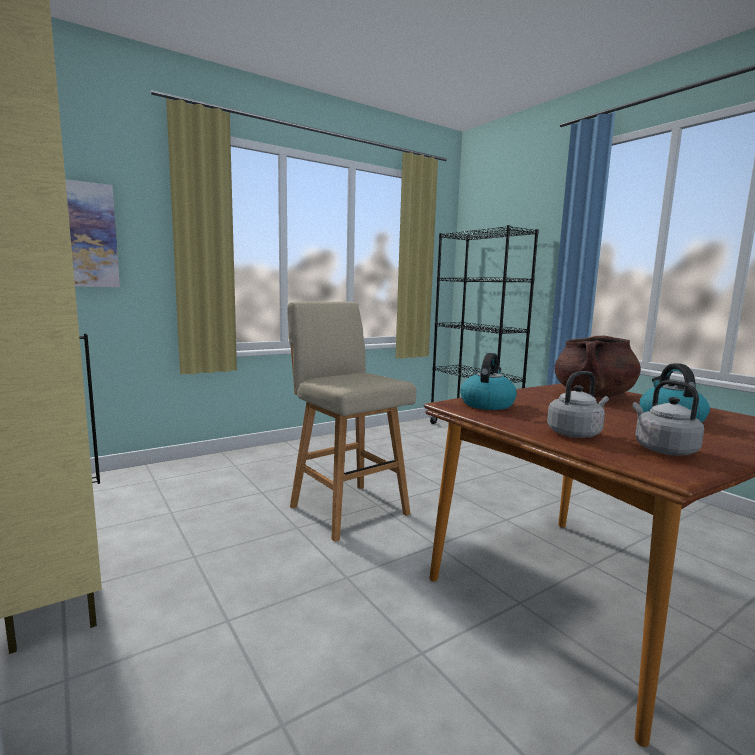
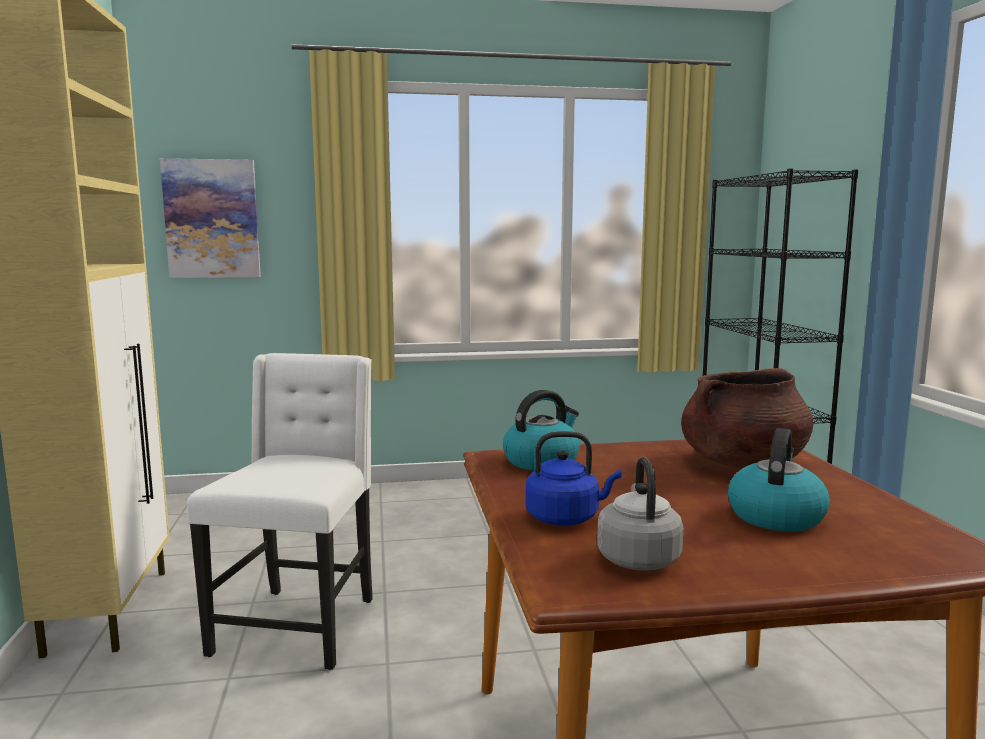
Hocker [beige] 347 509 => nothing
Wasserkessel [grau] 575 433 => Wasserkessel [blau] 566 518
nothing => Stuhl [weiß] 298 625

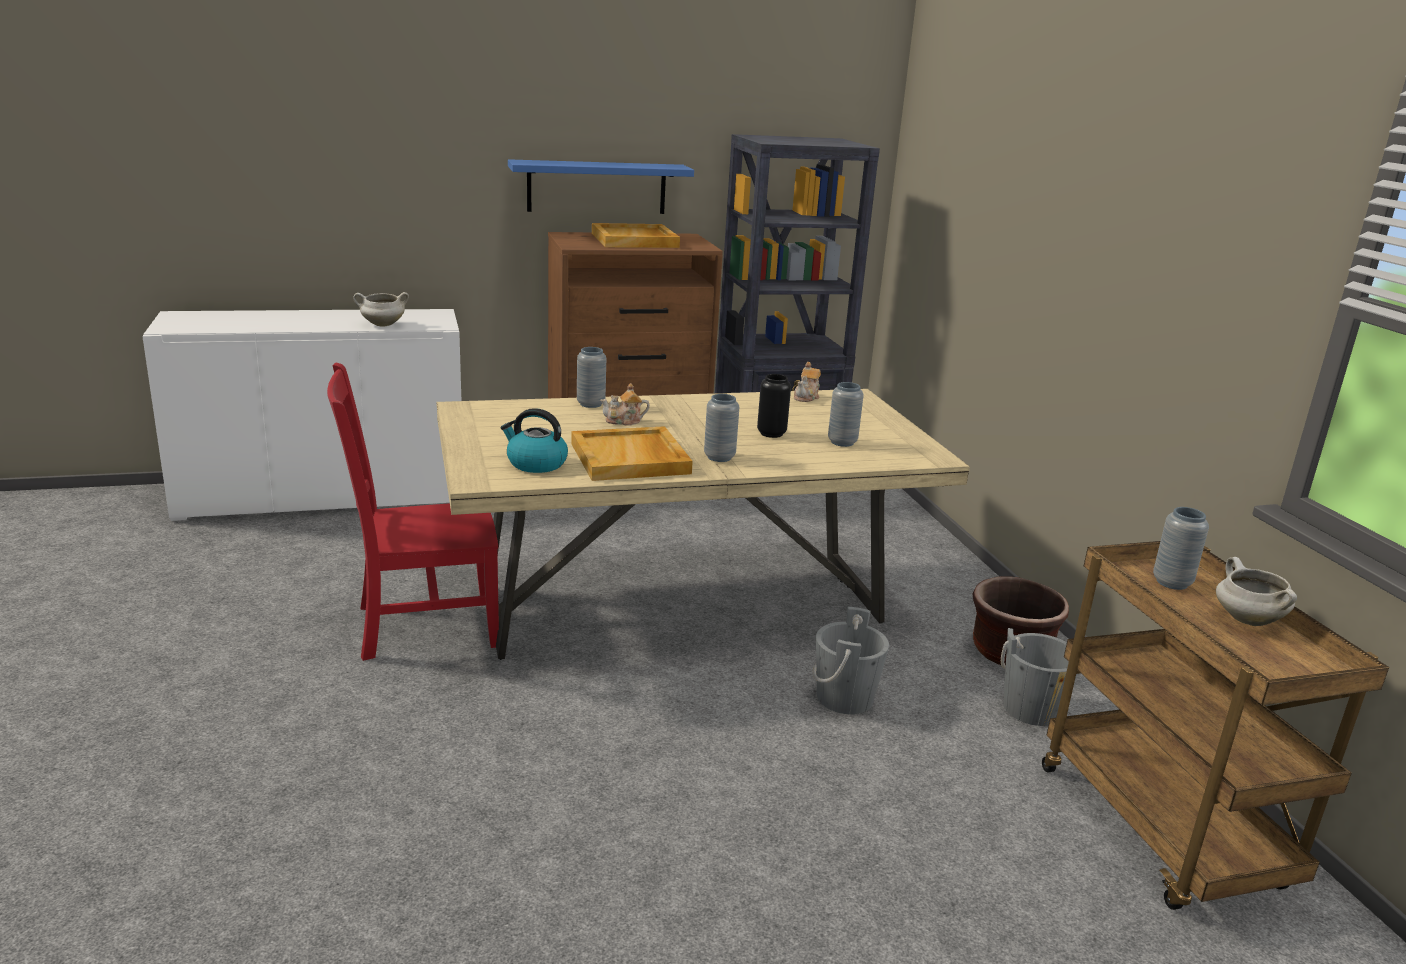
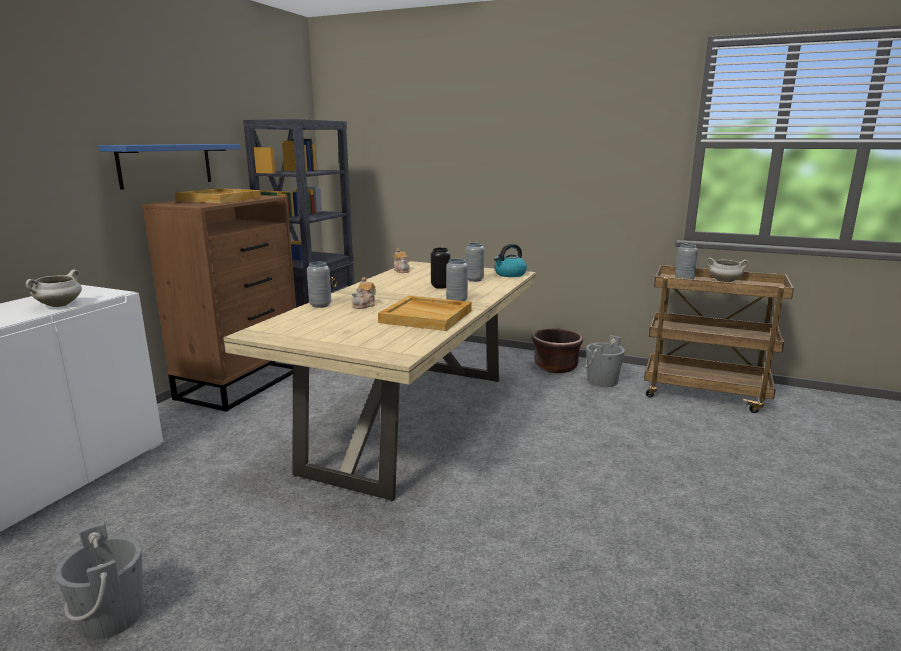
Stuhl [rot] 422 626 => nothing
Wasserkessel 535 464 => Wasserkessel 509 274, shifted
Eimer [grau] 844 698 => Eimer [grau] 111 616, shifted

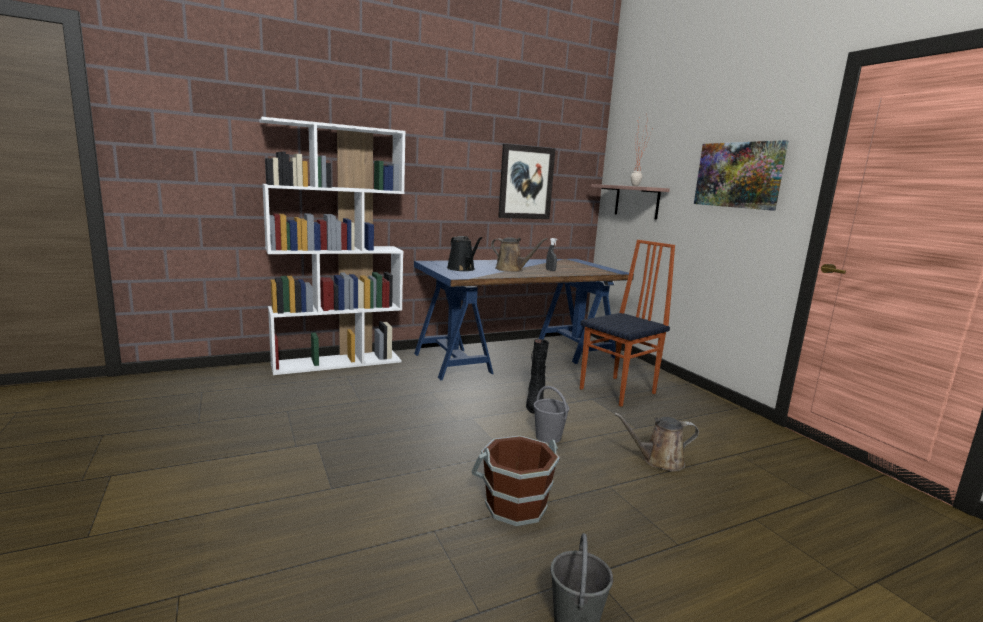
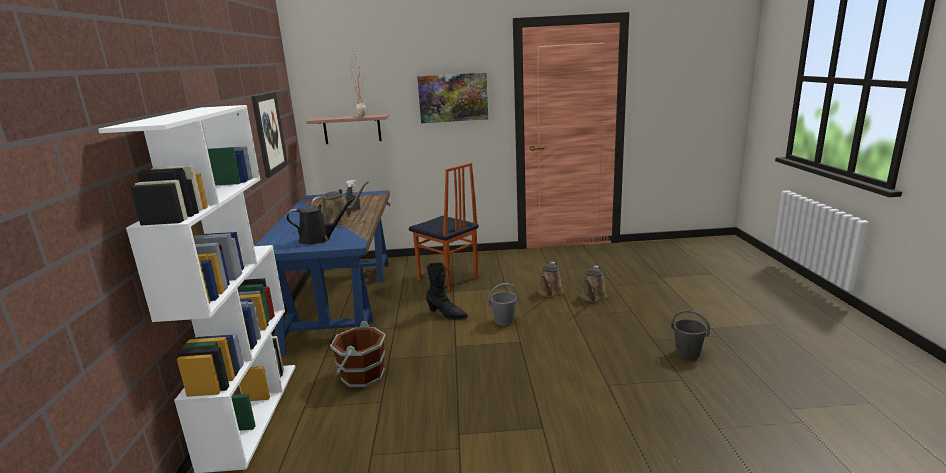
Stuhl 619 391 => Stuhl 447 279, 150 degrees clockwise
Eimer [braun] 515 505 => Eimer [braun] 362 375, shifted
nothing => Gießkanne [braun] 593 297

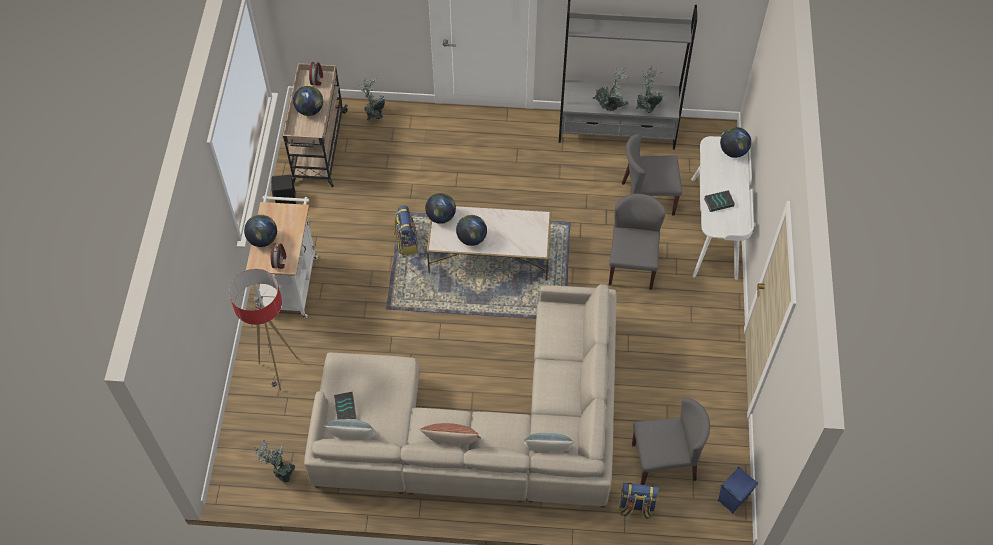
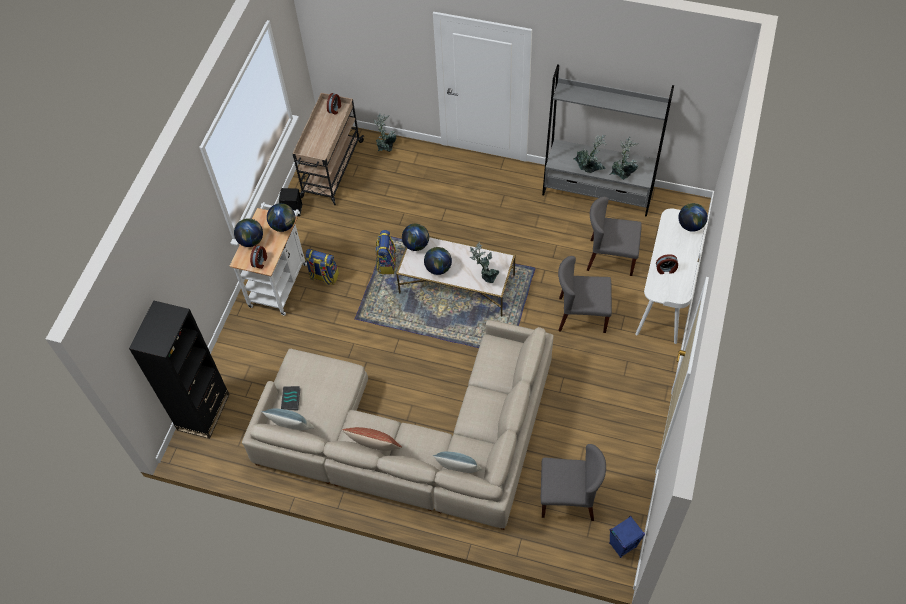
Globus 310 110 => Globus 283 225, shifted
Buch 719 202 => Wecker 666 269
Stuhl [grau] 631 265 => Stuhl [grau] 581 315, 105 degrees counterclockwise
Stehlampe 279 371 => nothing
Topfpflanze 280 471 => Topfpflanze 485 275, shifted
Rucksack 635 508 => Rucksack 324 277, shifted
nothing => Bücherregal [schwarz] 203 412

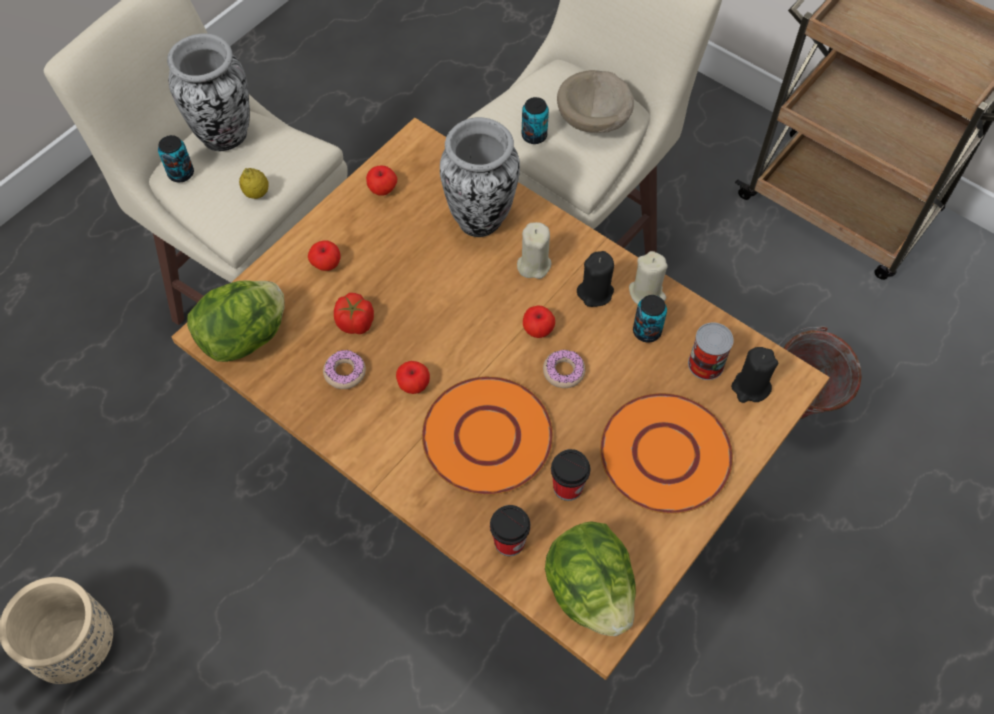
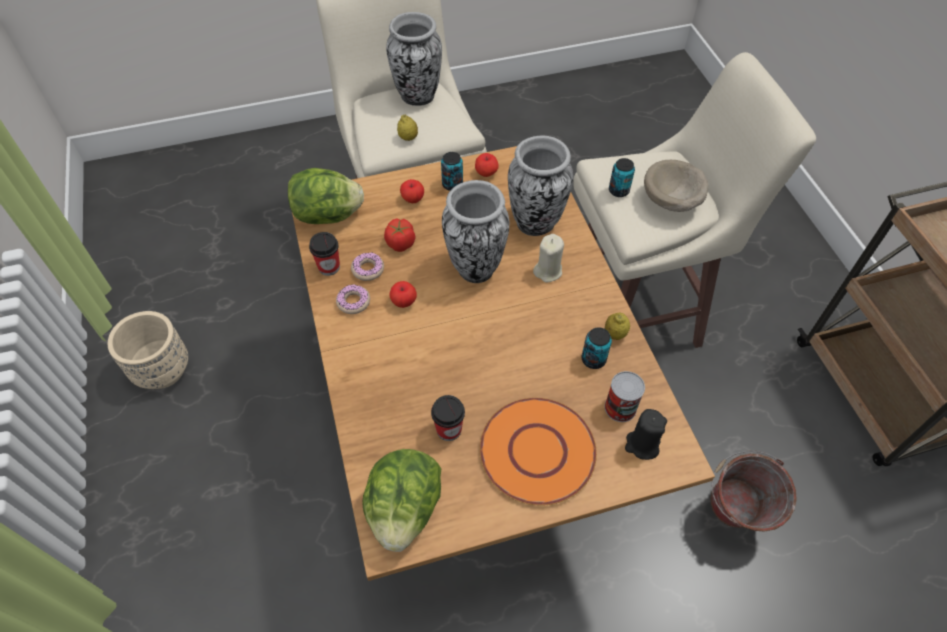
Dose 181 173 => Dose 452 184, shifted
Kerze [schwarz] 595 292 => nothing
Kerze [beige] 647 293 => Zitrone 615 334
Apfel 538 329 => nothing
Donut 563 371 => Donut 353 302, shifted
Teller [orange] 487 437 => nothing
Tasse 509 542 => Tasse 329 267, shifted
nothing => Vase 474 268

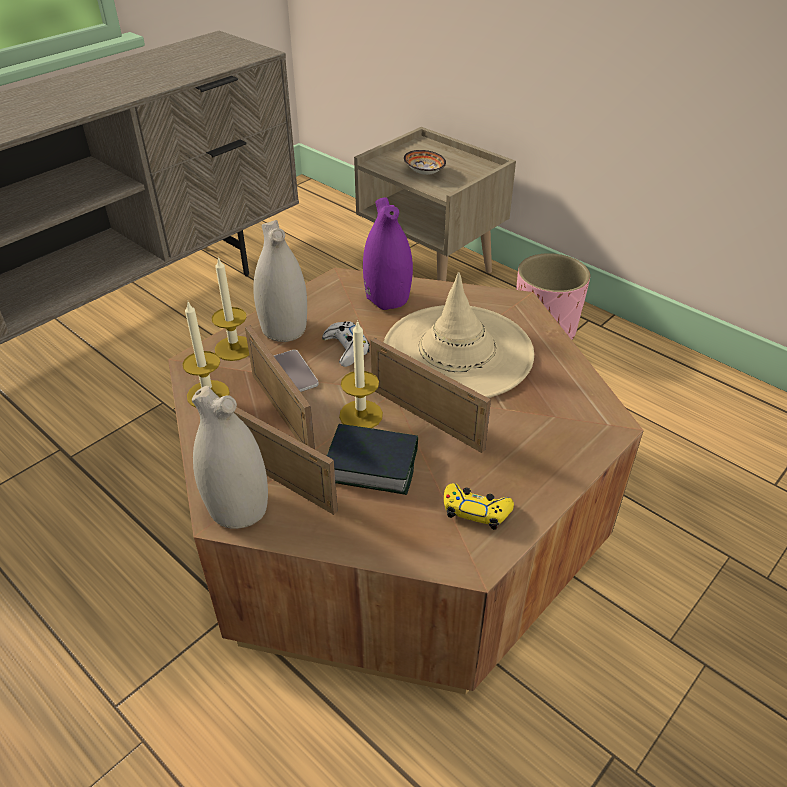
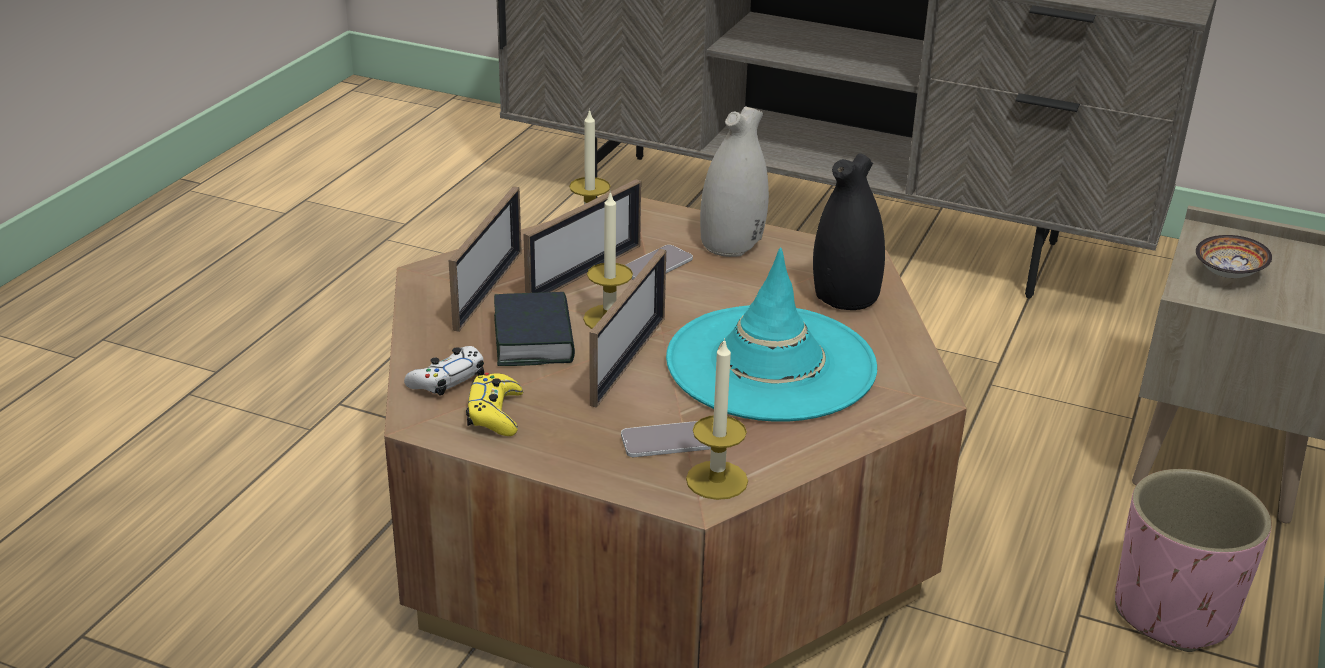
Vase [lila] 387 300 => Vase [schwarz] 844 297
Kerze 234 348 => Kerze 717 480, shifted
Hut [beige] 457 352 => Hut [türkis] 770 364
Gamepad [weiß] 346 348 => Gamepad [weiß] 447 379, shifted
Vase [weiß] 237 506 => nothing
nothing => Handy 668 441

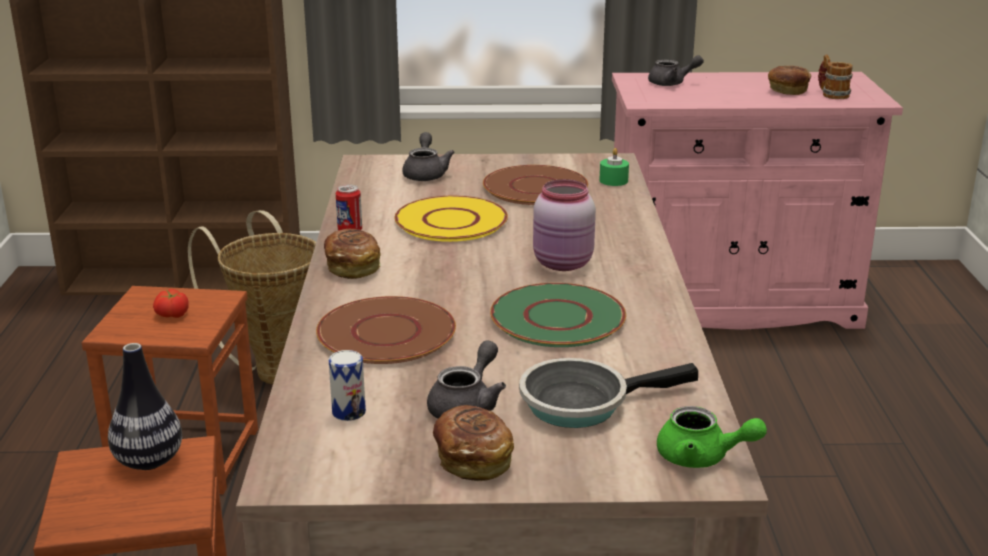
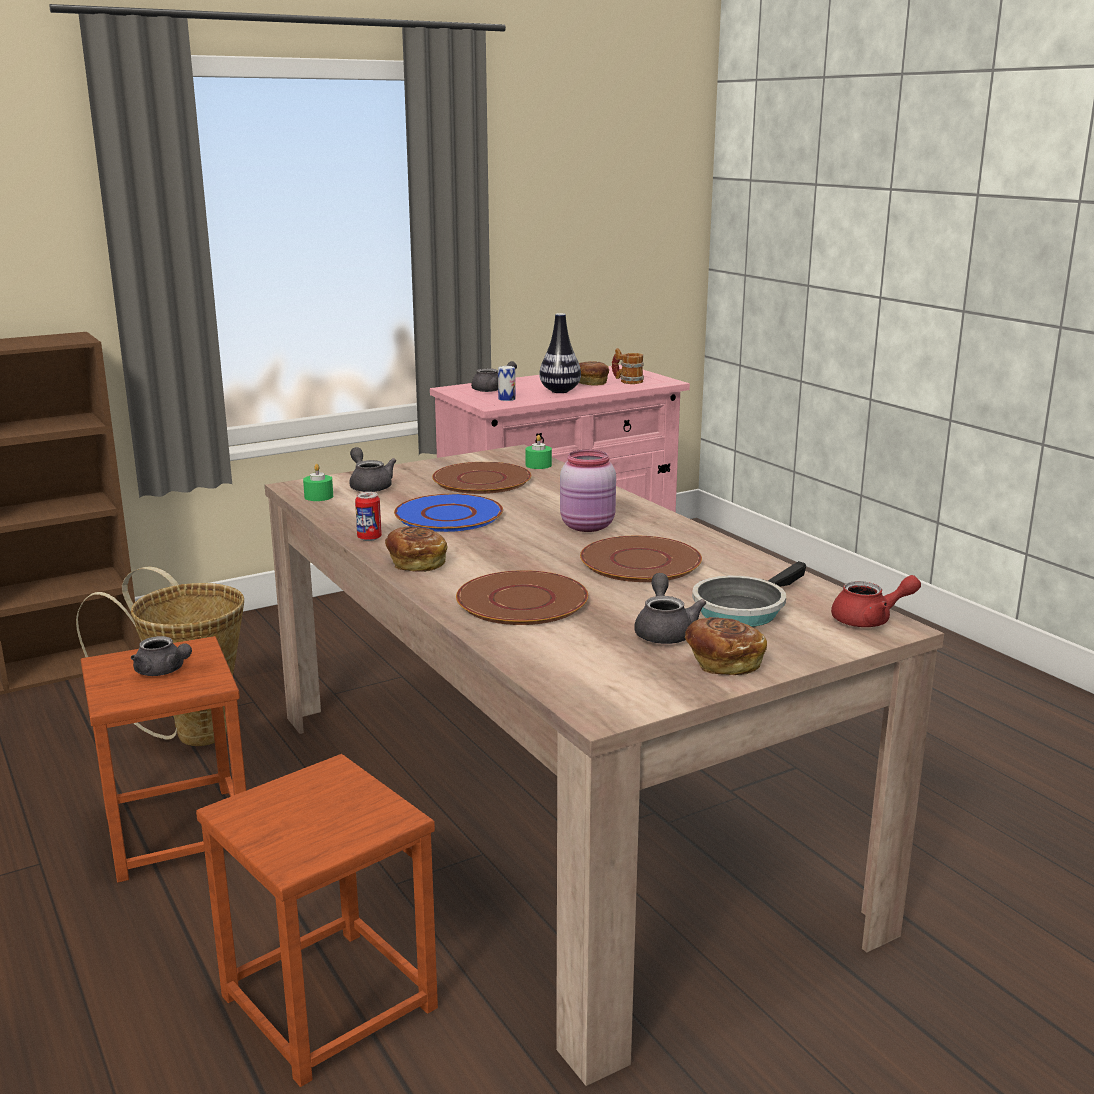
Teller [gelb] 451 221 => Teller [blau] 449 515
Teller [grün] 556 317 => Teller [braun] 639 561
Tomate 172 315 => Teekanne [grau] 163 671
Vase 149 462 => Vase 560 391, shifted
Dose 348 412 => Dose 507 399, shifted
Teekanne [grün] 702 457 => Teekanne [rot] 870 620
nothing => Kerze [grün] 319 496

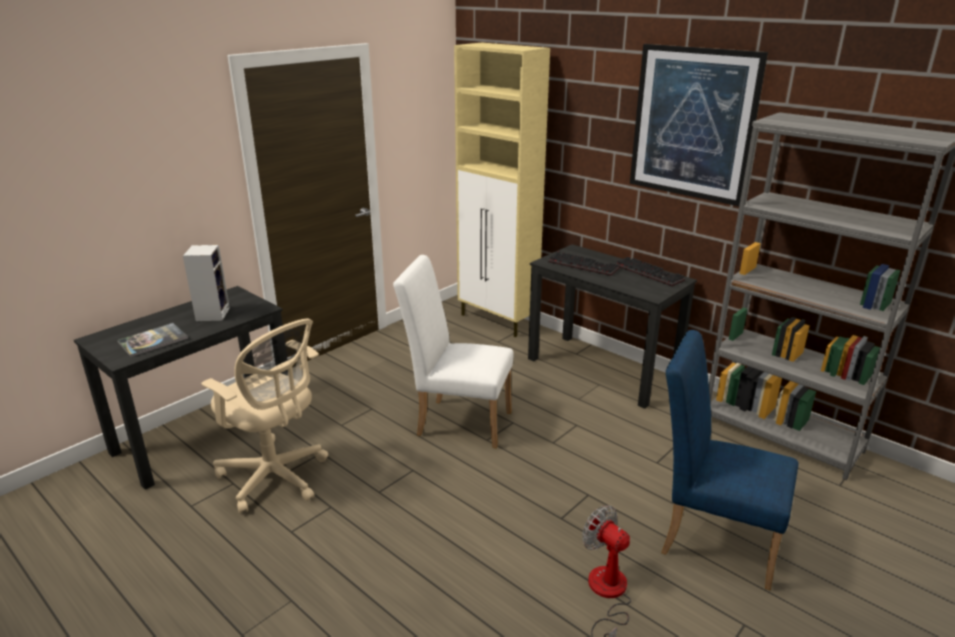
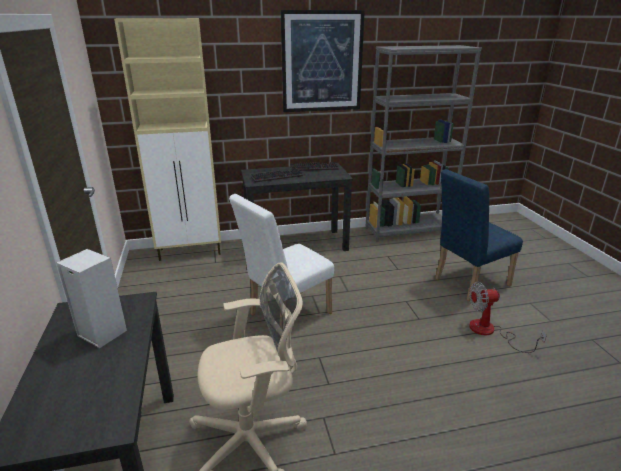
Buch 153 340 => nothing

